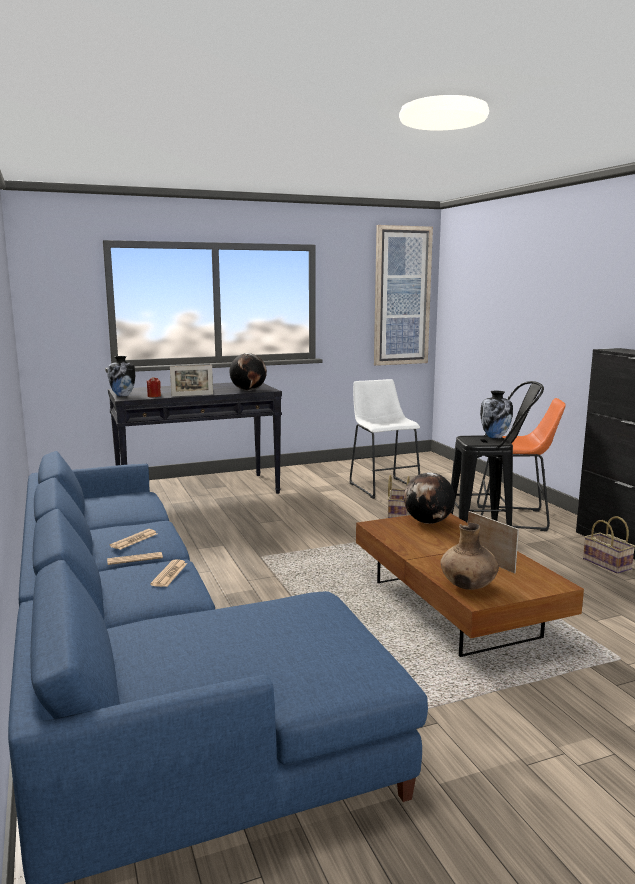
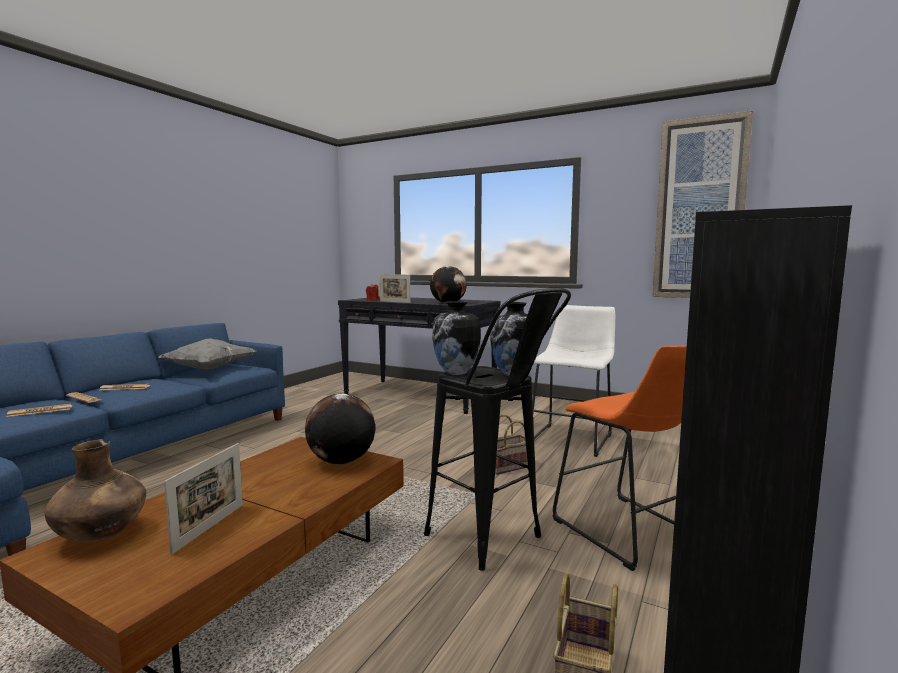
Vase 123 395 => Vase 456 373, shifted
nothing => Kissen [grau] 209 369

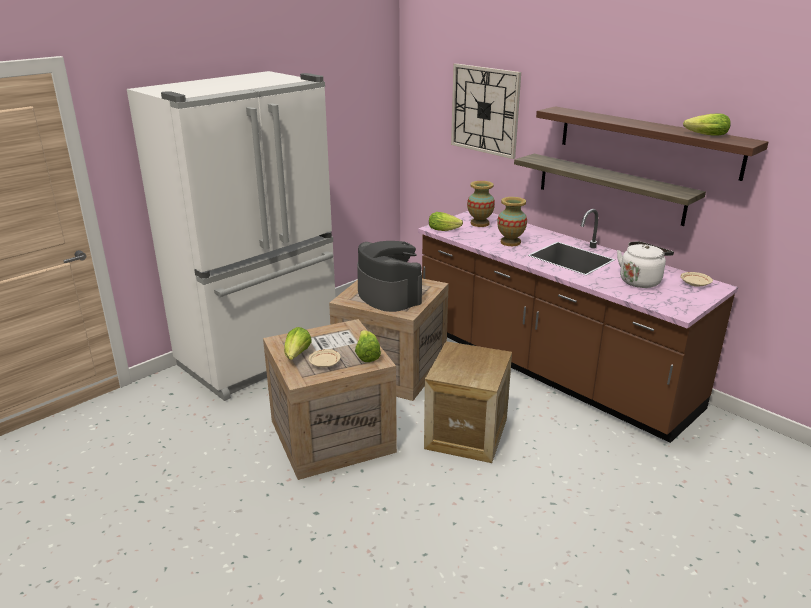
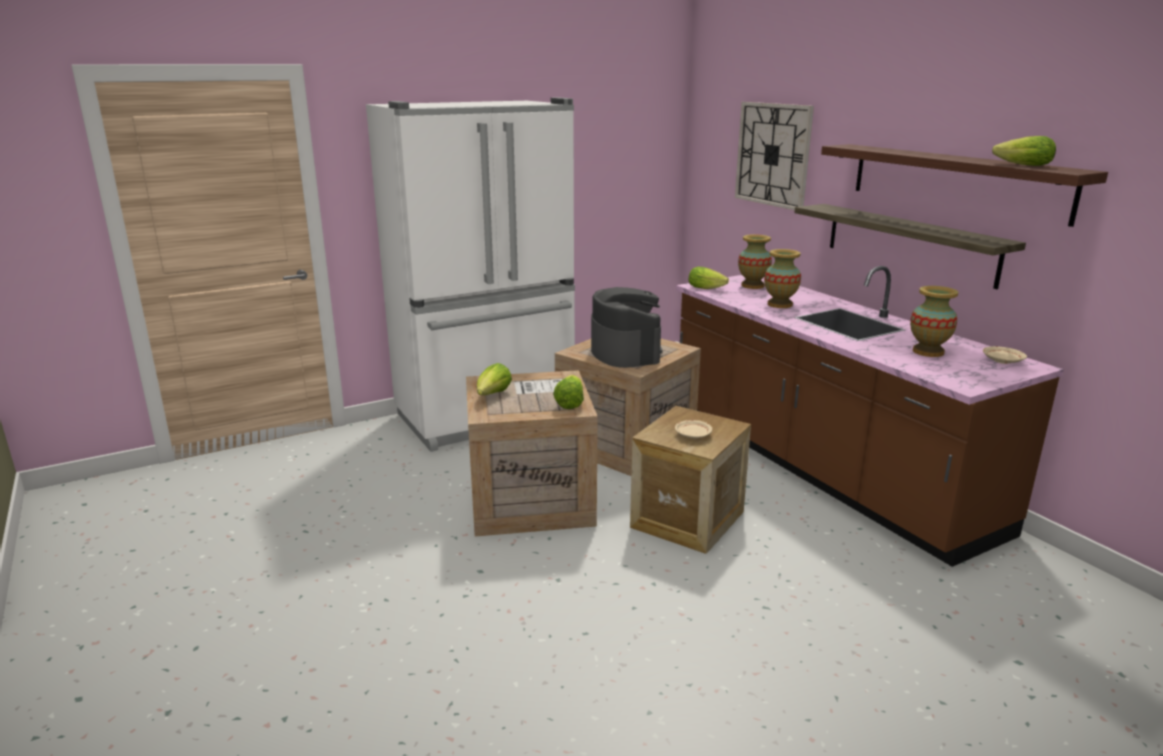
Wasserkessel [weiß] 641 281 => Vase 928 352
Teller [beige] 324 363 => Teller [beige] 693 435, shifted

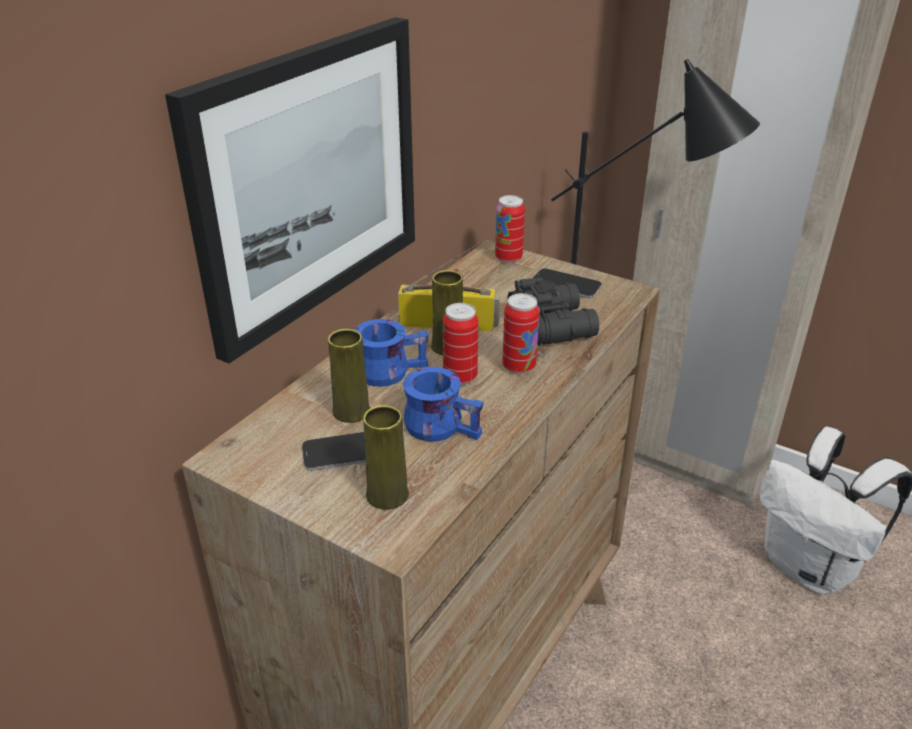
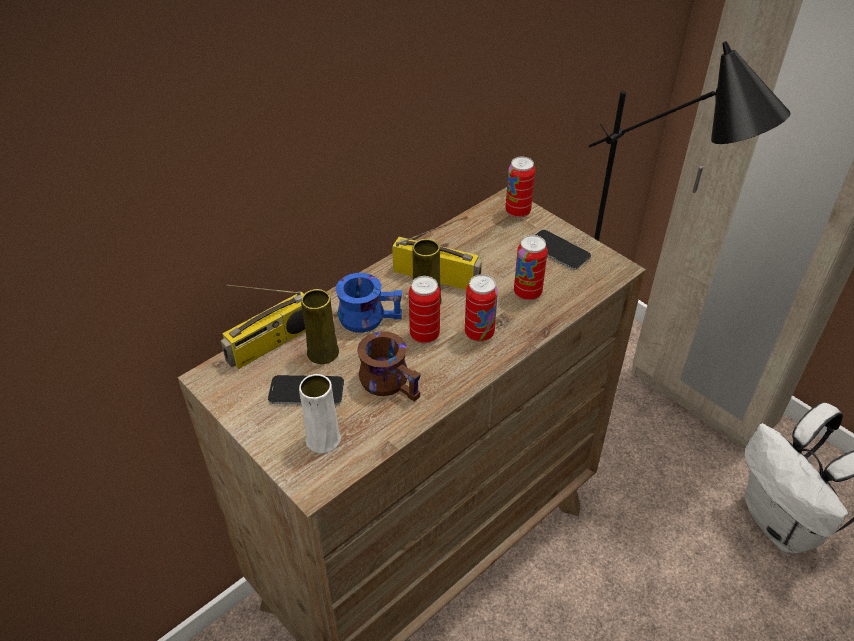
Bild 309 180 => nothing
Fernglas [schwarz] 552 324 => Dose 527 293
Henkelbecher [blau] 443 424 => Henkelbecher [braun] 392 380
Vase [gelb] 387 495 => Vase [weiß] 323 439
nothing => Radio 271 344

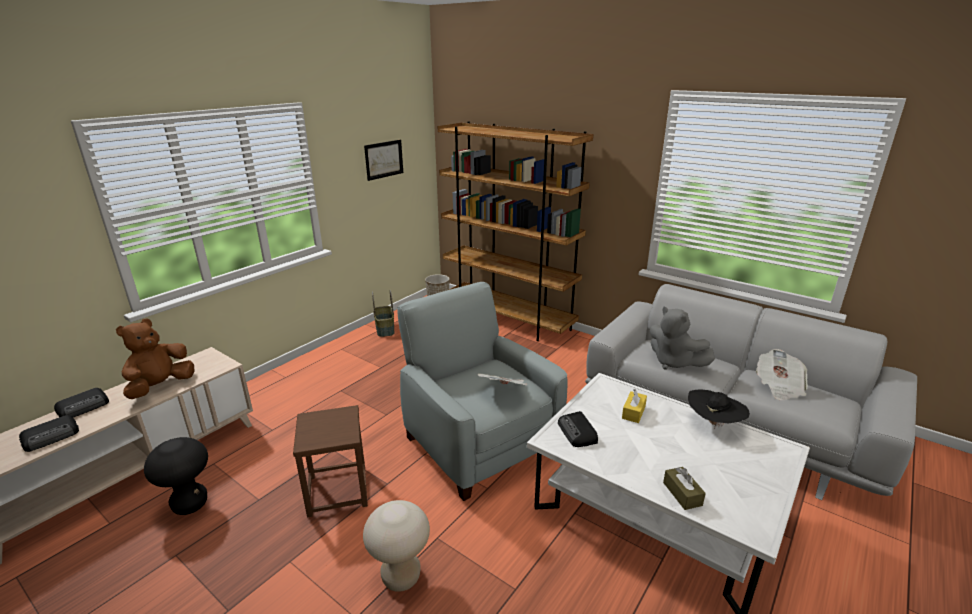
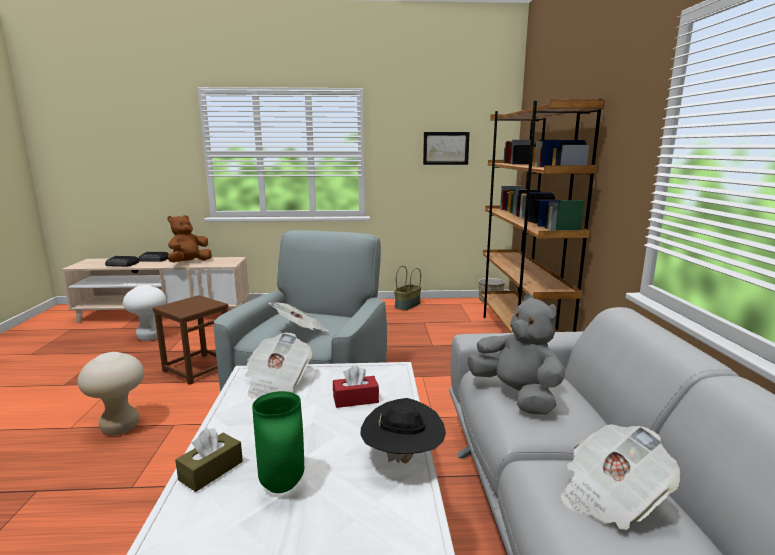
Plüschtier [grau] 674 362 => Plüschtier [grau] 516 395, 135 degrees clockwise
Plüschtier [braun] 161 386 => Plüschtier [braun] 189 263, 45 degrees counterclockwise
Taschentuchbox [gelb] 633 412 => Taschentuchbox [rot] 355 399
Radio 577 433 => Zeitung 277 382
Hocker [schwarz] 190 504 => Hocker [weiß] 150 337
nothing => Vase [grün] 281 486

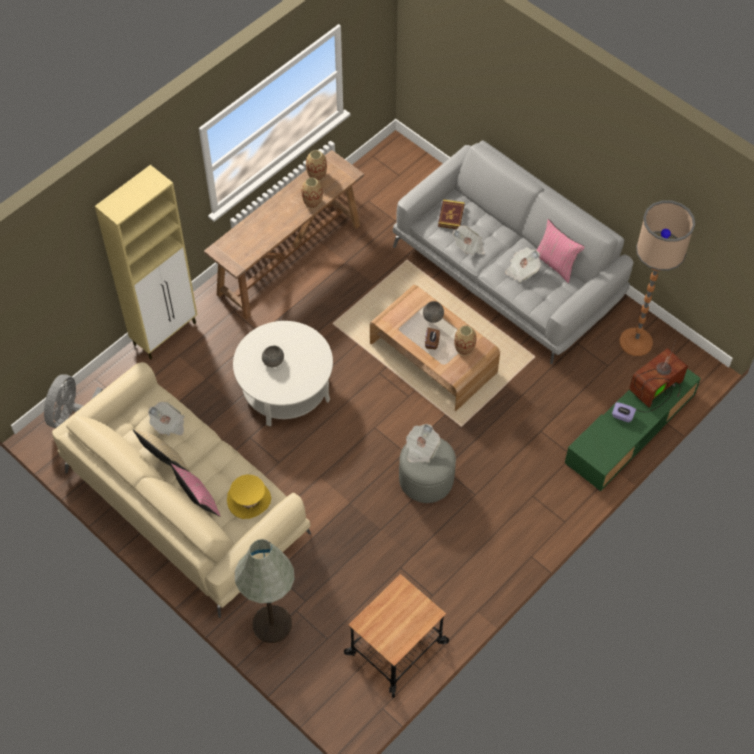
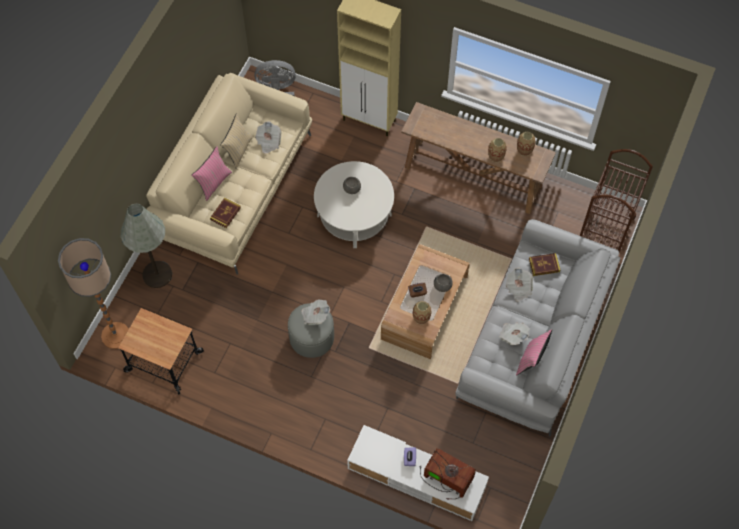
Stehlampe 636 342 => Stehlampe 115 335, shifted
Fernsehschrank [grün] 630 429 => Fernsehschrank [weiß] 417 477
Hut [gelb] 249 500 => Buch 225 214
nothing => Rollwagen [braun] 604 231

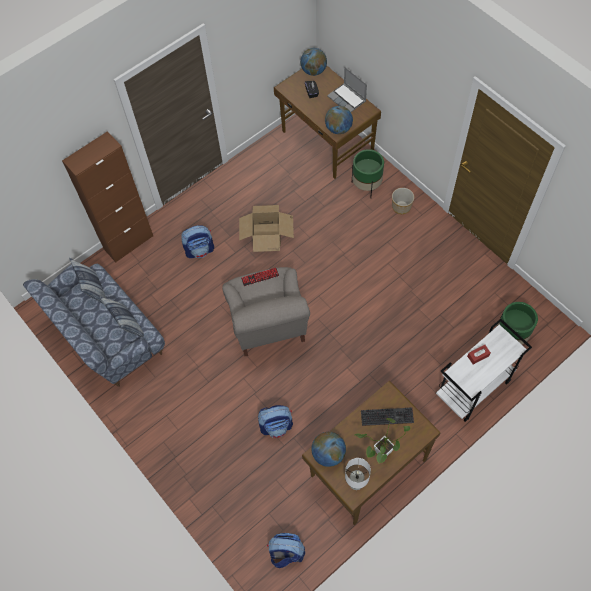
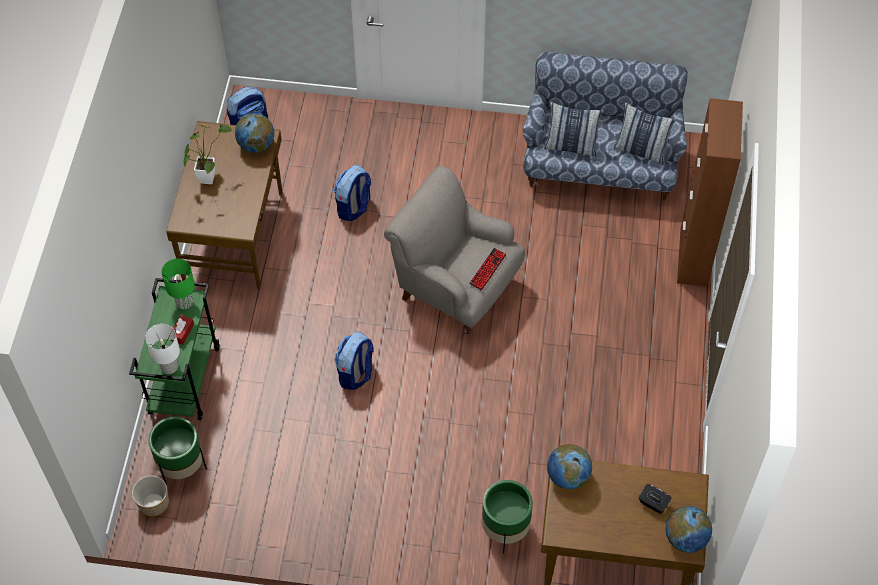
Laptop 347 99 => nothing
Pflanzkübel 401 206 => Pflanzkübel 153 504, shifted
Karton 267 235 => nothing
Rucksack 200 250 => Rucksack 356 373, shifted
Rollwagen [weiß] 473 389 => Rollwagen [grün] 184 379
Tastatur 388 415 => nothing
Tischlampe [weiß] 356 483 => Tischlampe [weiß] 168 366, shifted
nothing => Tischlampe [grün] 184 302

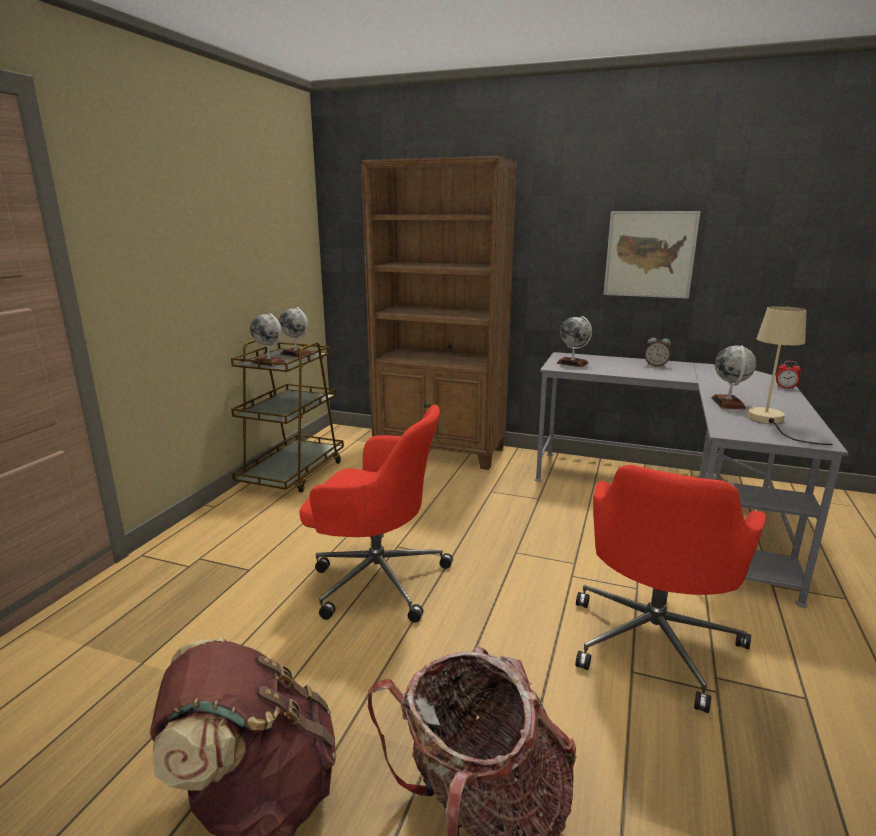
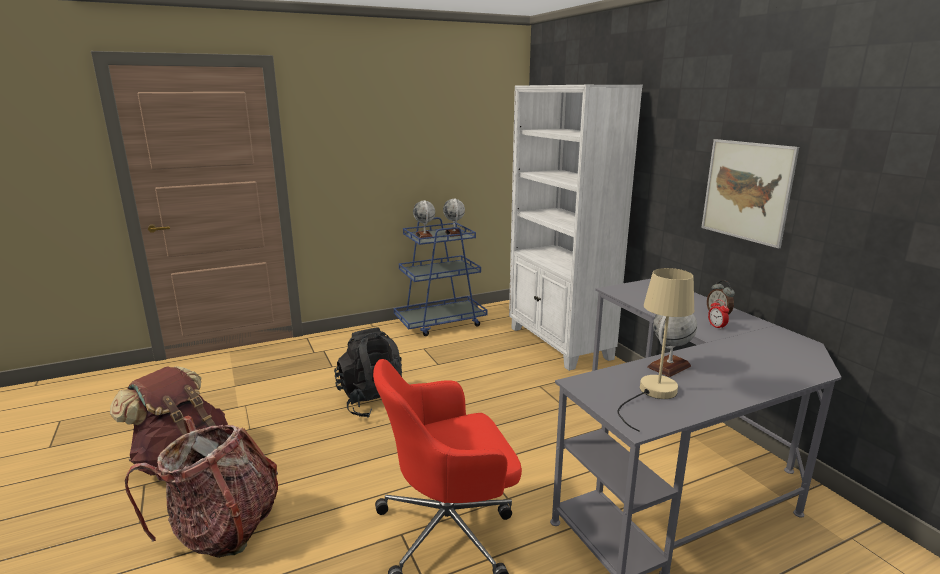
Bücherregal [braun] 440 451 => Bücherregal [weiß] 559 343
Globus 572 363 => nothing
Rollwagen [braun] 293 473 => Rollwagen [blau] 441 323
Wecker 785 388 => Wecker 716 327, shifted
Bürostuhl [rot] 376 578 => Rucksack [schwarz] 374 402

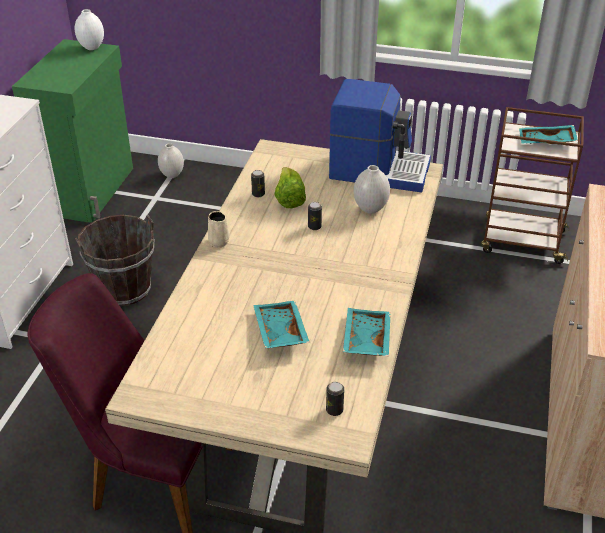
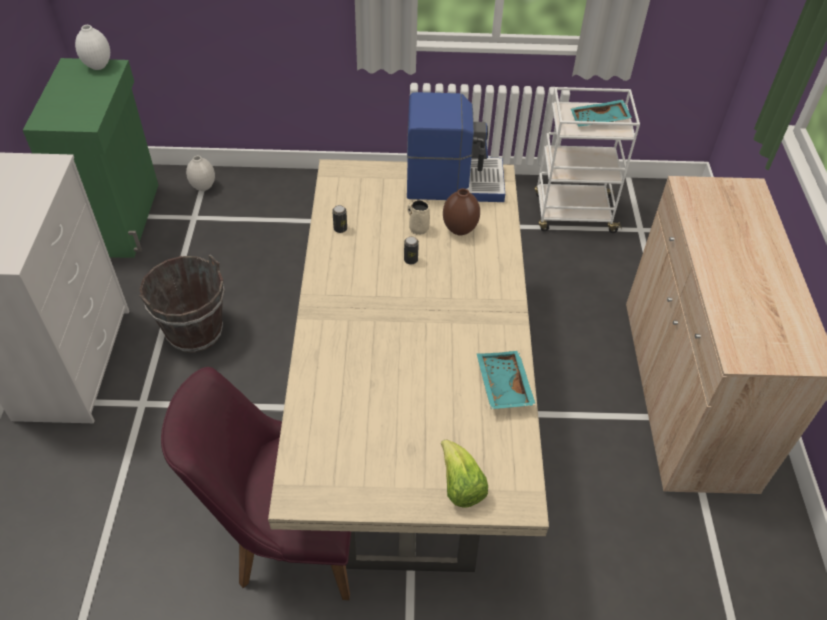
Rollwagen [braun] 521 241 => Rollwagen [weiß] 573 214
Vase [weiß] 370 209 => Vase [braun] 460 230
Salatkopf 289 199 => Salatkopf 460 485, shifted
Henkelbecher [beige] 218 241 => Henkelbecher [beige] 418 228, shifted
Tablett [türkis] 279 332 => nothing
Dose 334 410 => nothing

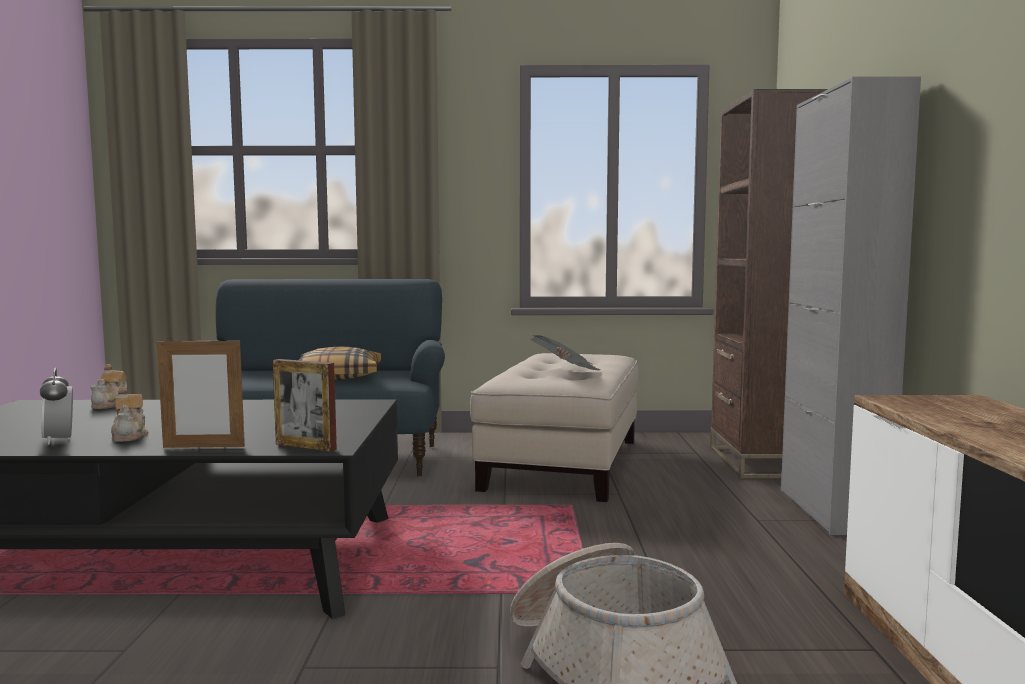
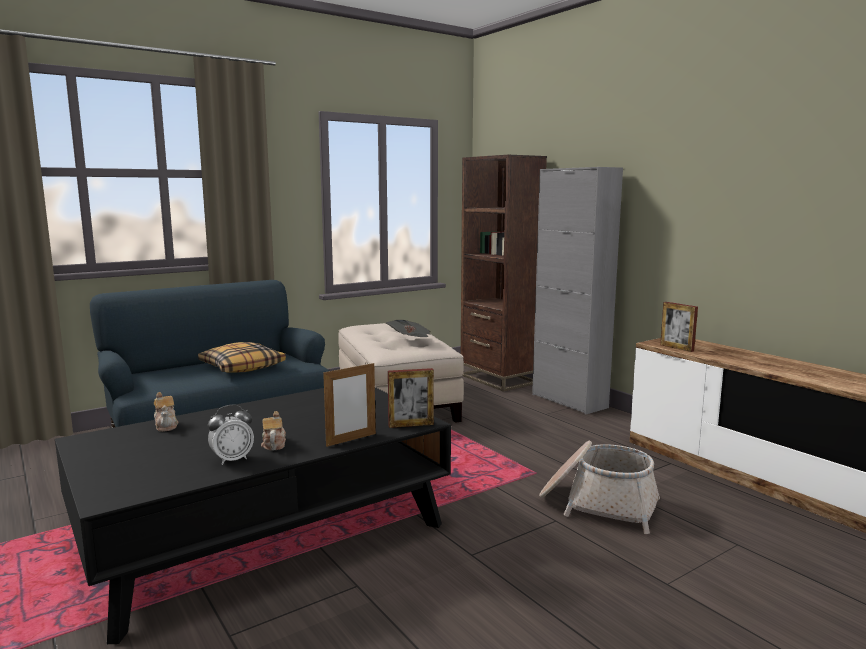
Wecker 59 440 => Wecker 232 459, 60 degrees counterclockwise
Teekanne 130 436 => Teekanne 274 444, 135 degrees counterclockwise
nothing => Bilderrahmen 676 348

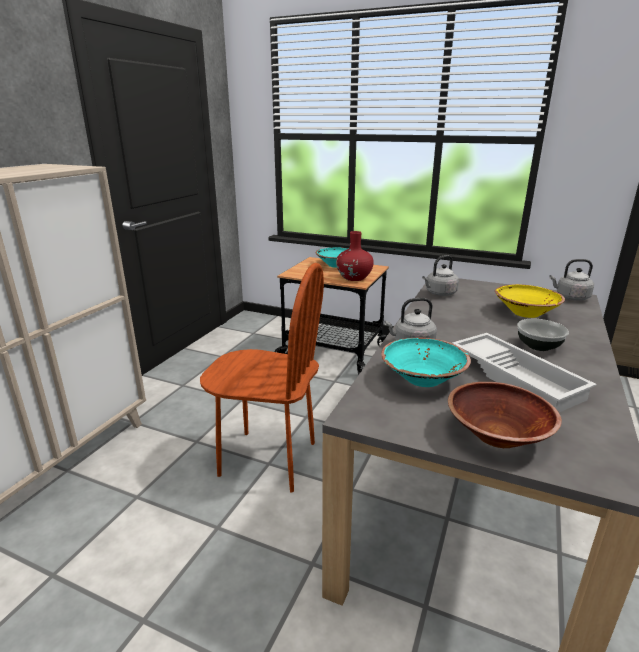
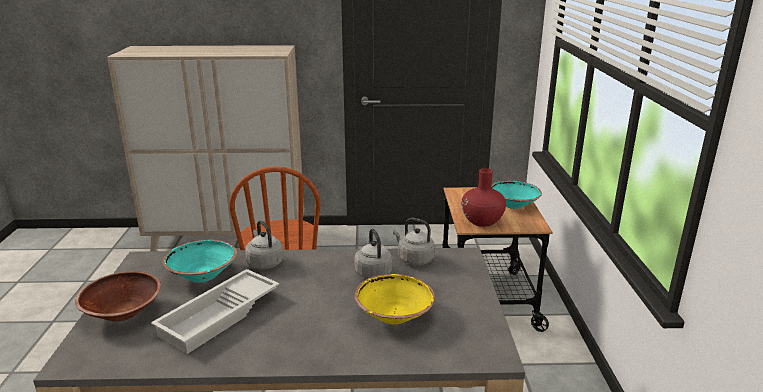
Wasserkessel [grau] 570 297 => Wasserkessel [grau] 372 272, shifted
Schüssel 539 346 => nothing

